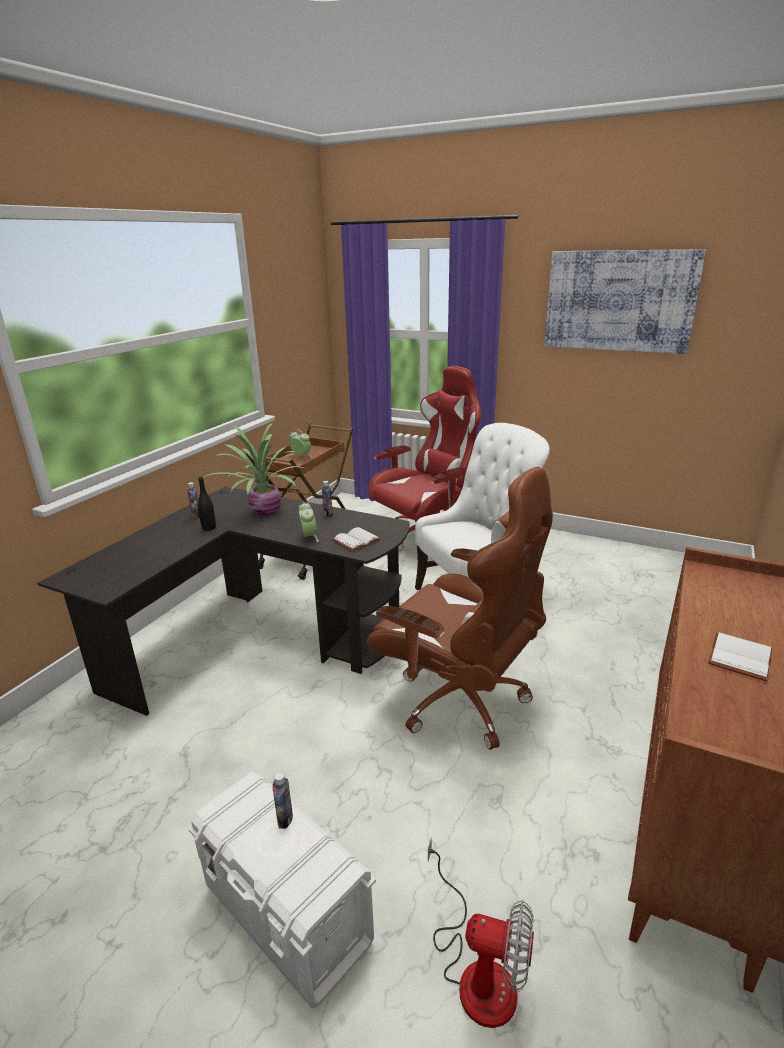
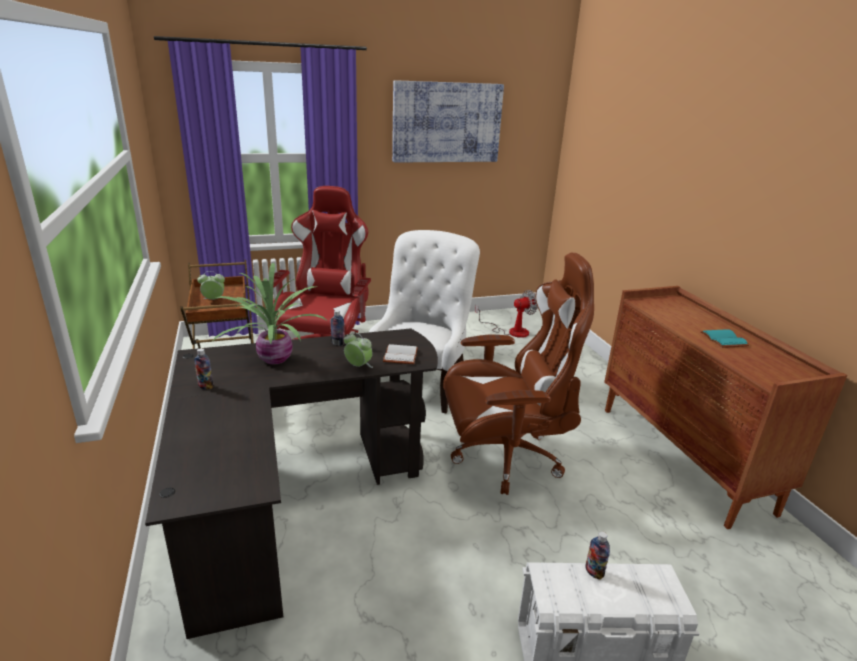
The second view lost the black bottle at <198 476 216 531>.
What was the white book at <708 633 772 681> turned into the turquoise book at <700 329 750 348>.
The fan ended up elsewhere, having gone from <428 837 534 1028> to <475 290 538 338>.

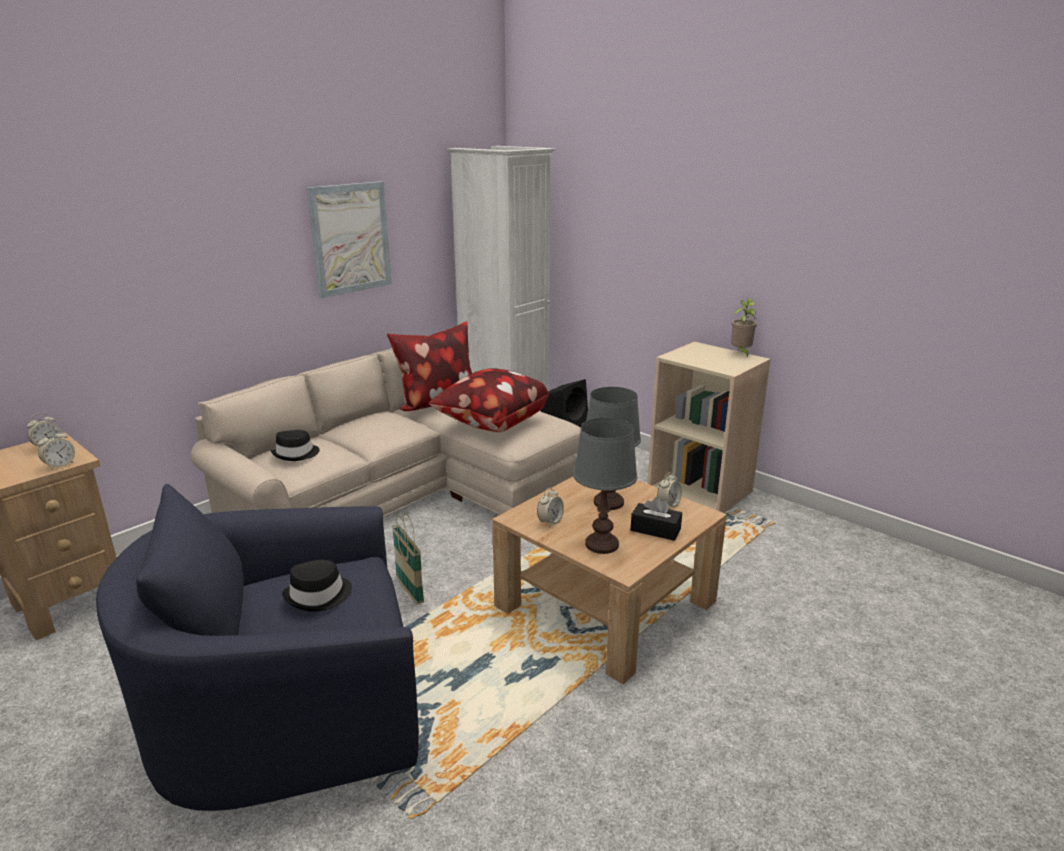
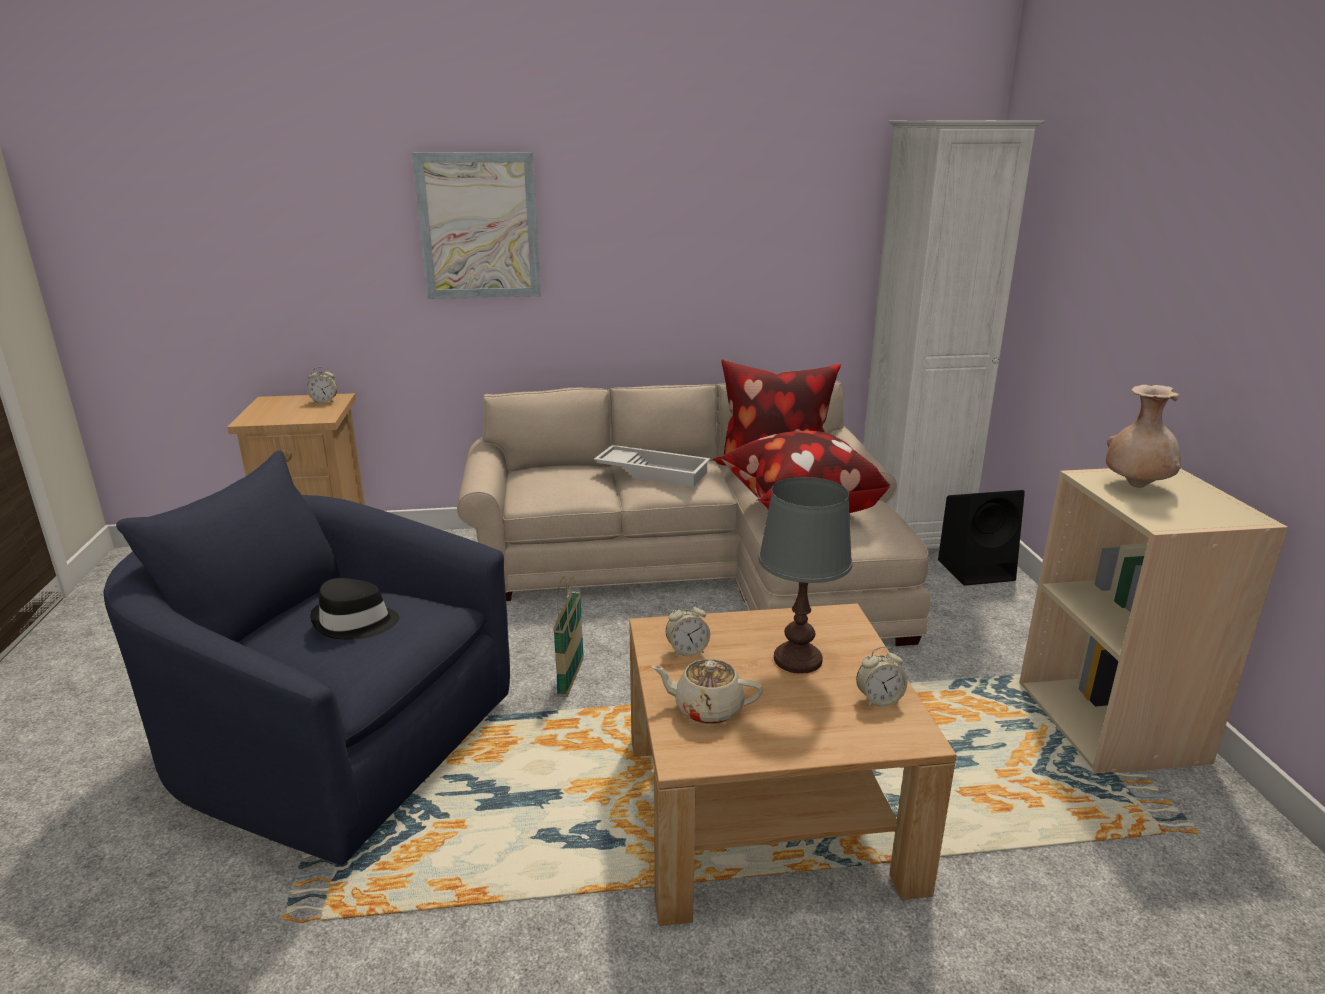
The picture ended up elsewhere, having gone from <307 181 392 298> to <412 152 541 299>.
The second view lost the potted plant at <731 298 758 357>.
Where the grey table lamp stood at <573 418 637 554>, the beige teapot came to stand at <651 659 763 724>.
The second view lost the alarm clock at <38 430 75 470>.
The second view lost the black hat at <271 430 320 461>.
The second view lost the black tissue box at <631 497 682 541>.
The second view gained the beige vase at <1106 385 1181 488>.
The second view gained the white tray at <594 445 710 487>.

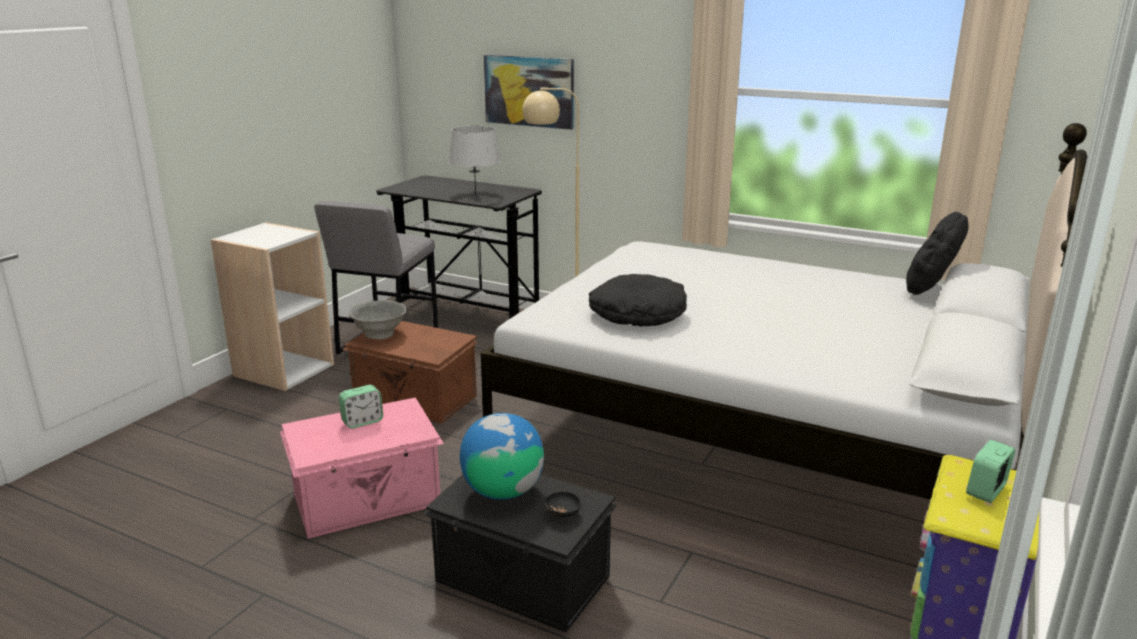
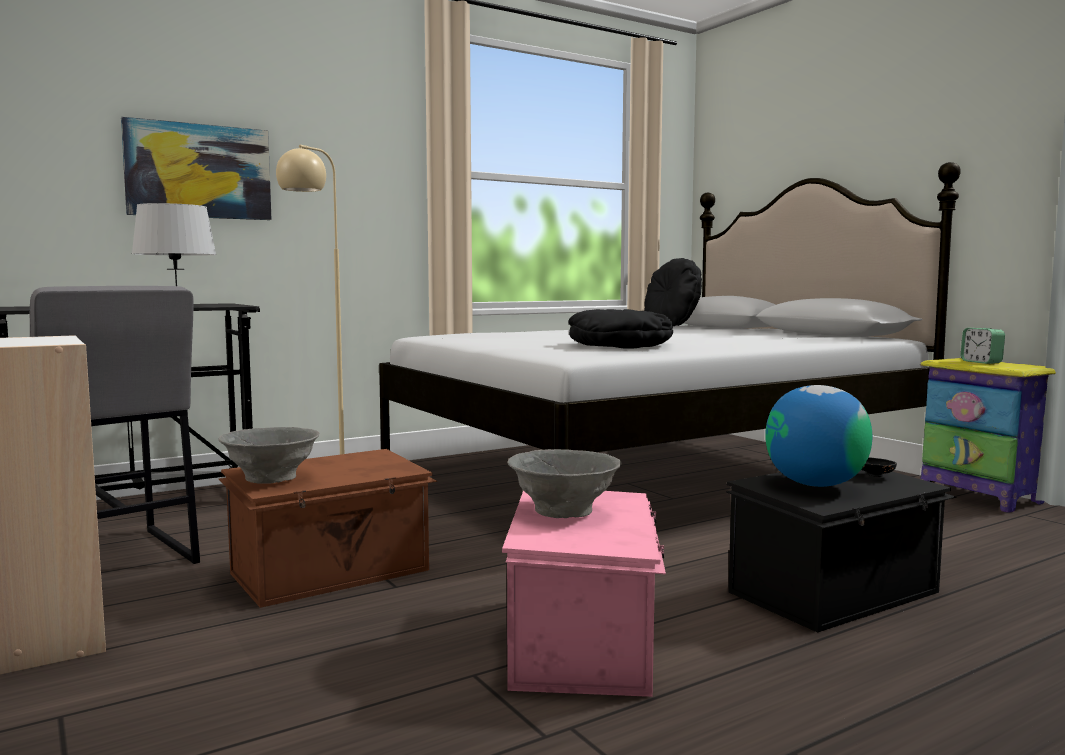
Where the alarm clock stood at <339 385 383 429>, the grey bowl came to stand at <507 449 622 518>.

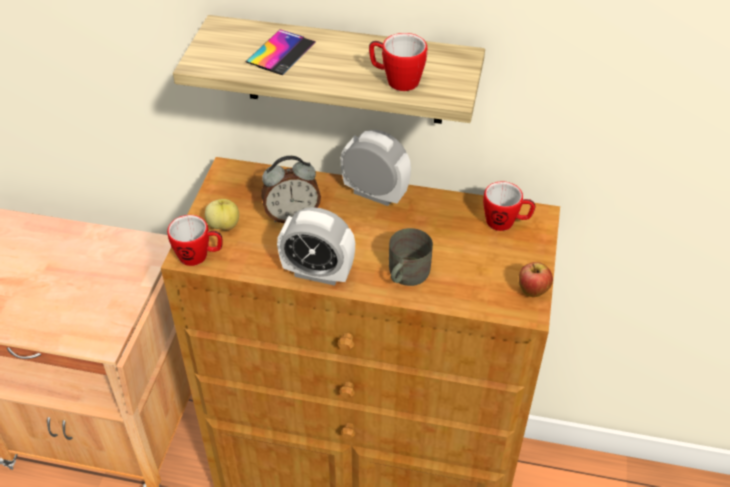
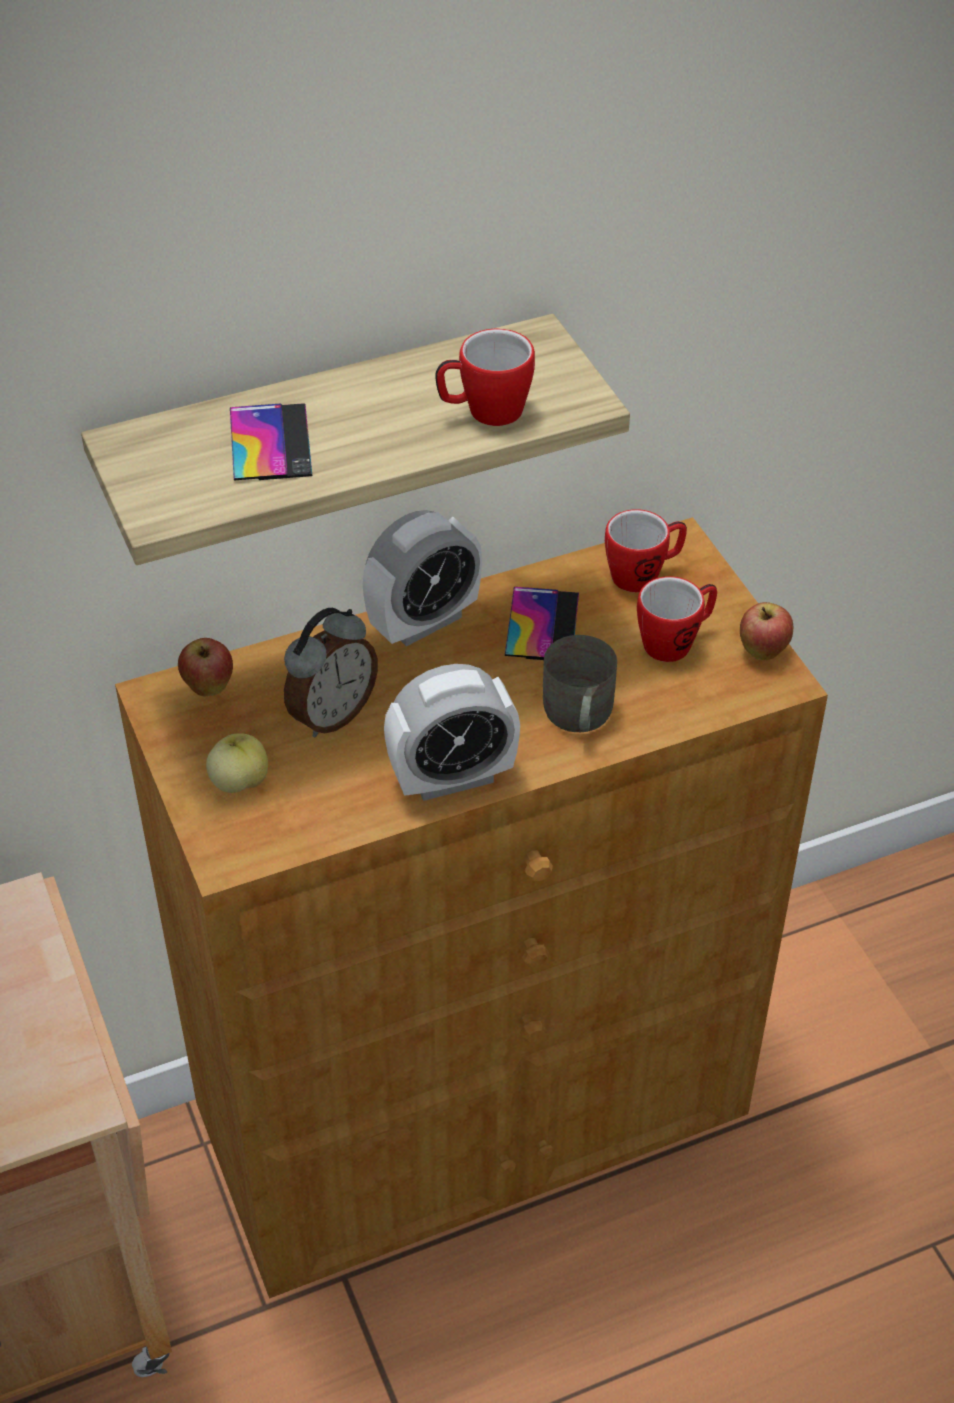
The alarm clock at <340 130 411 206> ended up facing another way, 150 degrees clockwise from before.
The mug ended up elsewhere, having gone from <167 215 223 266> to <637 576 717 662>.
The second view gained the phone at <505 587 579 660>.
The second view gained the apple at <178 638 233 696>.

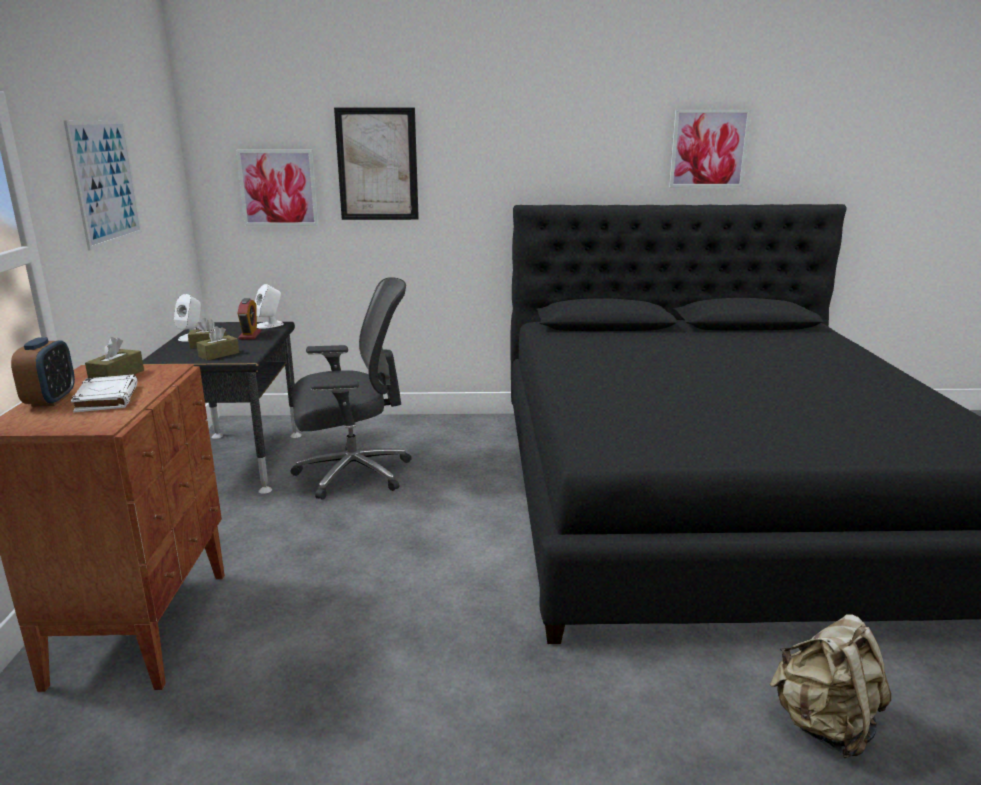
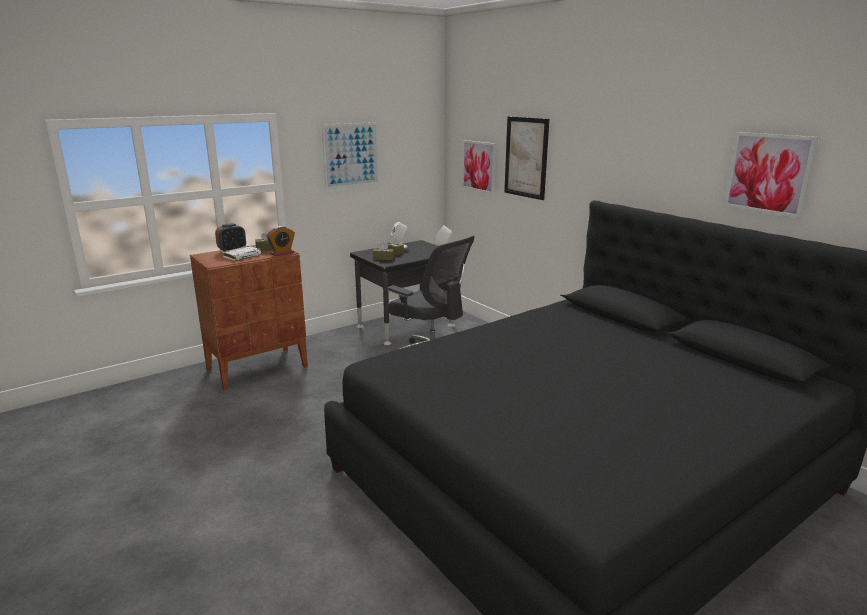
The alarm clock ended up elsewhere, having gone from <238 298 262 340> to <266 226 295 256>.
The second view lost the beige backpack at <769 614 891 758>.

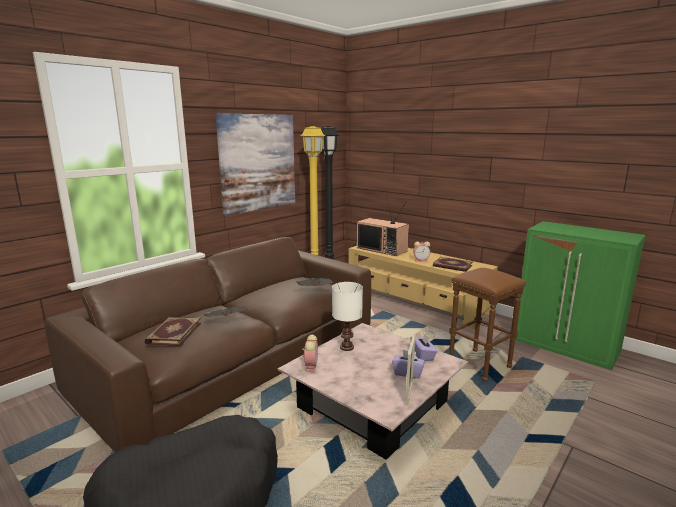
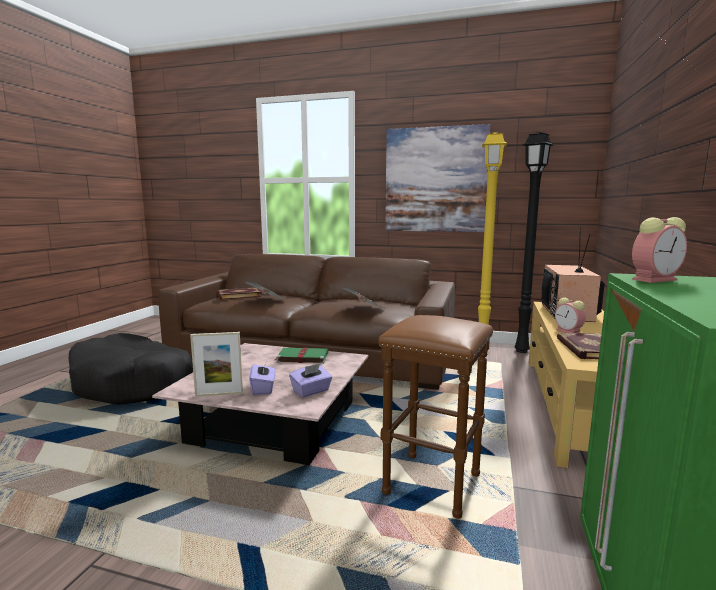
Where the white table lamp stood at <332 282 363 351>, the green book came to stand at <275 348 328 364>.
The alarm clock ended up elsewhere, having gone from <302 335 318 372> to <632 217 687 283>.

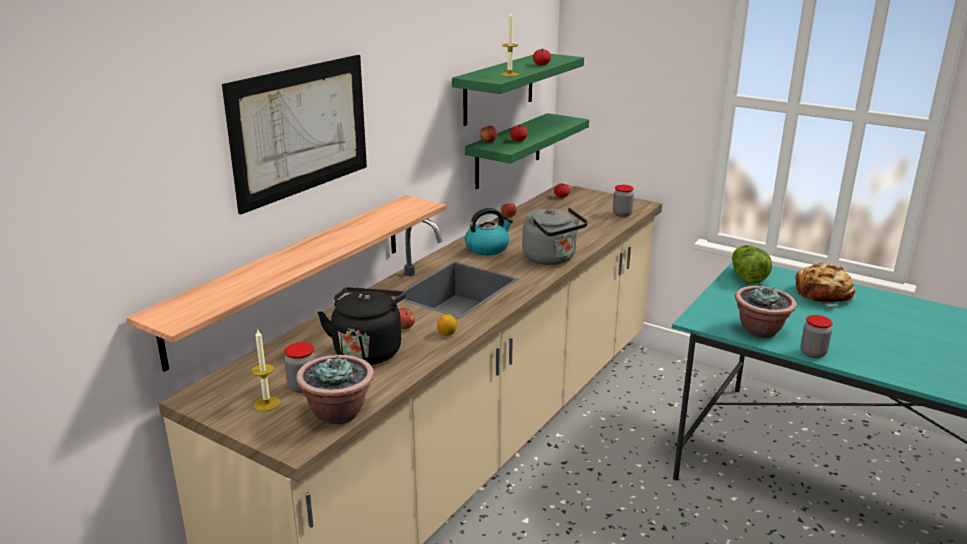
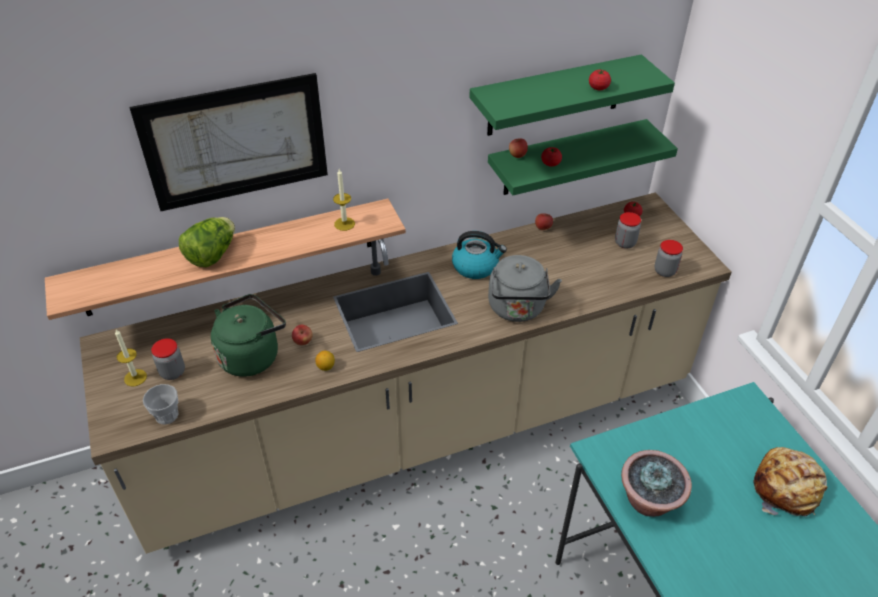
The candle ended up elsewhere, having gone from <500 12 519 77> to <333 169 355 231>.
The lettuce ended up elsewhere, having gone from <732 245 772 284> to <179 217 235 267>.
What was the black kettle at <318 287 406 365> turned into the green kettle at <211 294 286 377>.
The jar ended up elsewhere, having gone from <800 315 833 358> to <615 212 641 249>.
Where the potted plant stood at <296 355 374 424>, the cup came to stand at <143 384 179 424>.

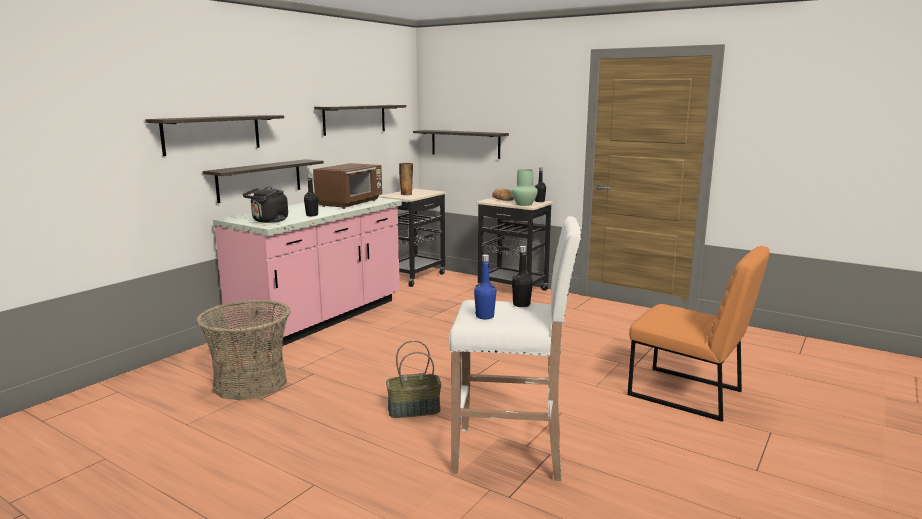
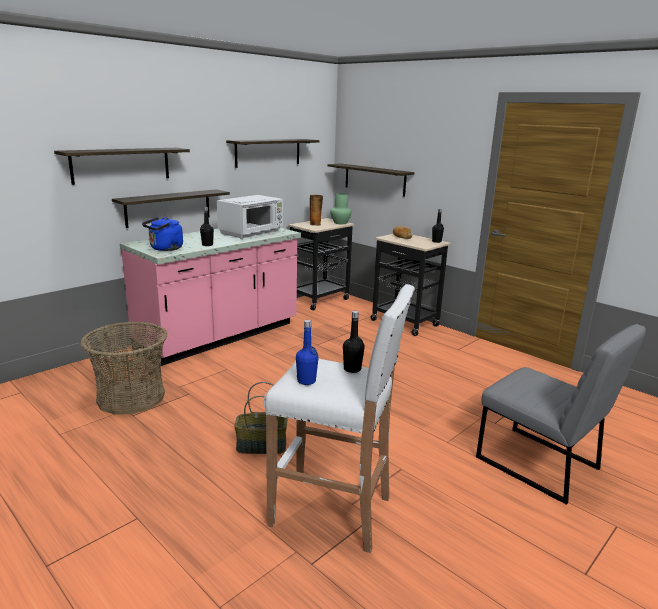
What was the brown microwave at <313 163 382 209> turned into the white microwave at <217 195 283 239>.
The green vase ended up elsewhere, having gone from <512 169 538 206> to <330 193 352 224>.
What was the black kettle at <243 187 288 223> turned into the blue kettle at <142 217 183 251>.
What was the orange chair at <627 246 770 422> turned into the grey chair at <476 324 646 505>.

